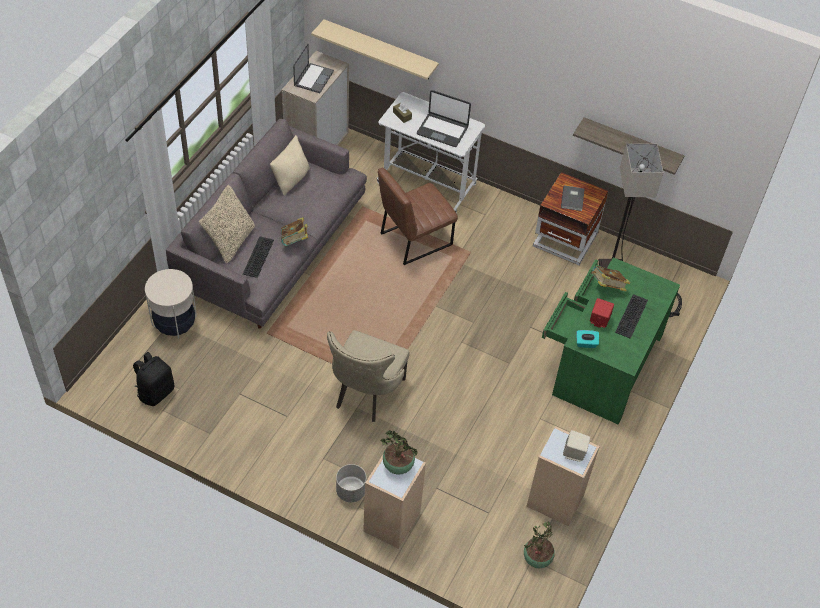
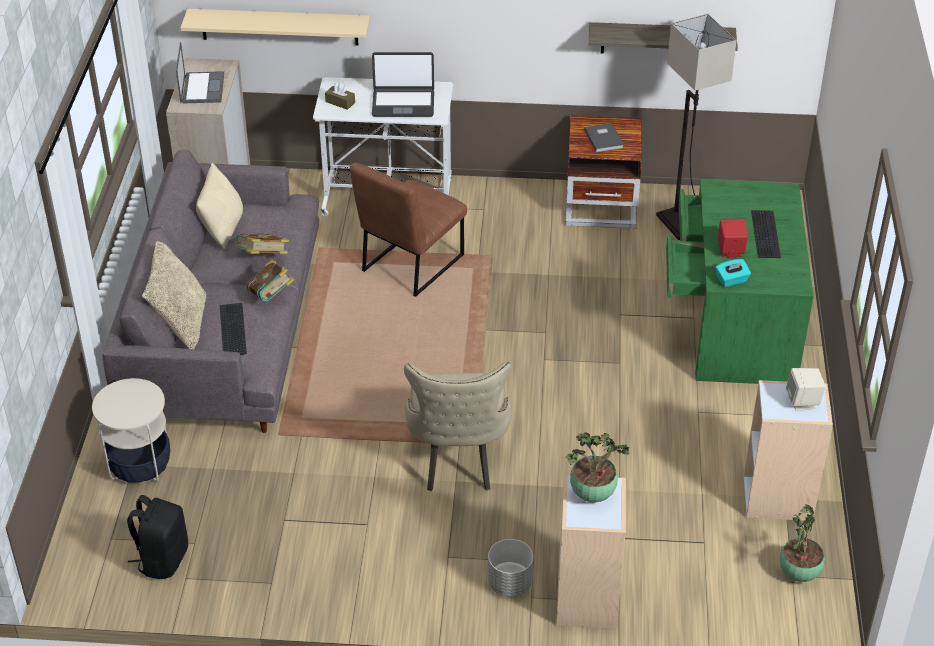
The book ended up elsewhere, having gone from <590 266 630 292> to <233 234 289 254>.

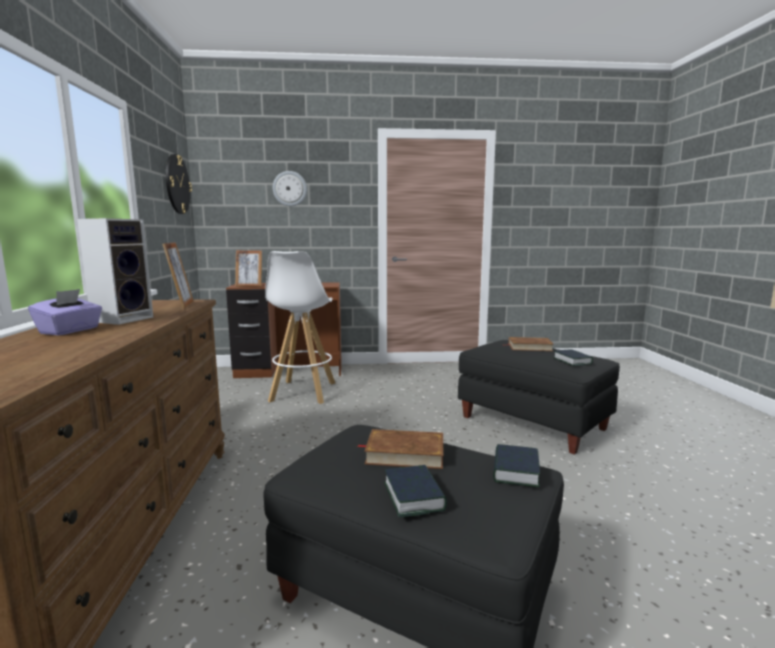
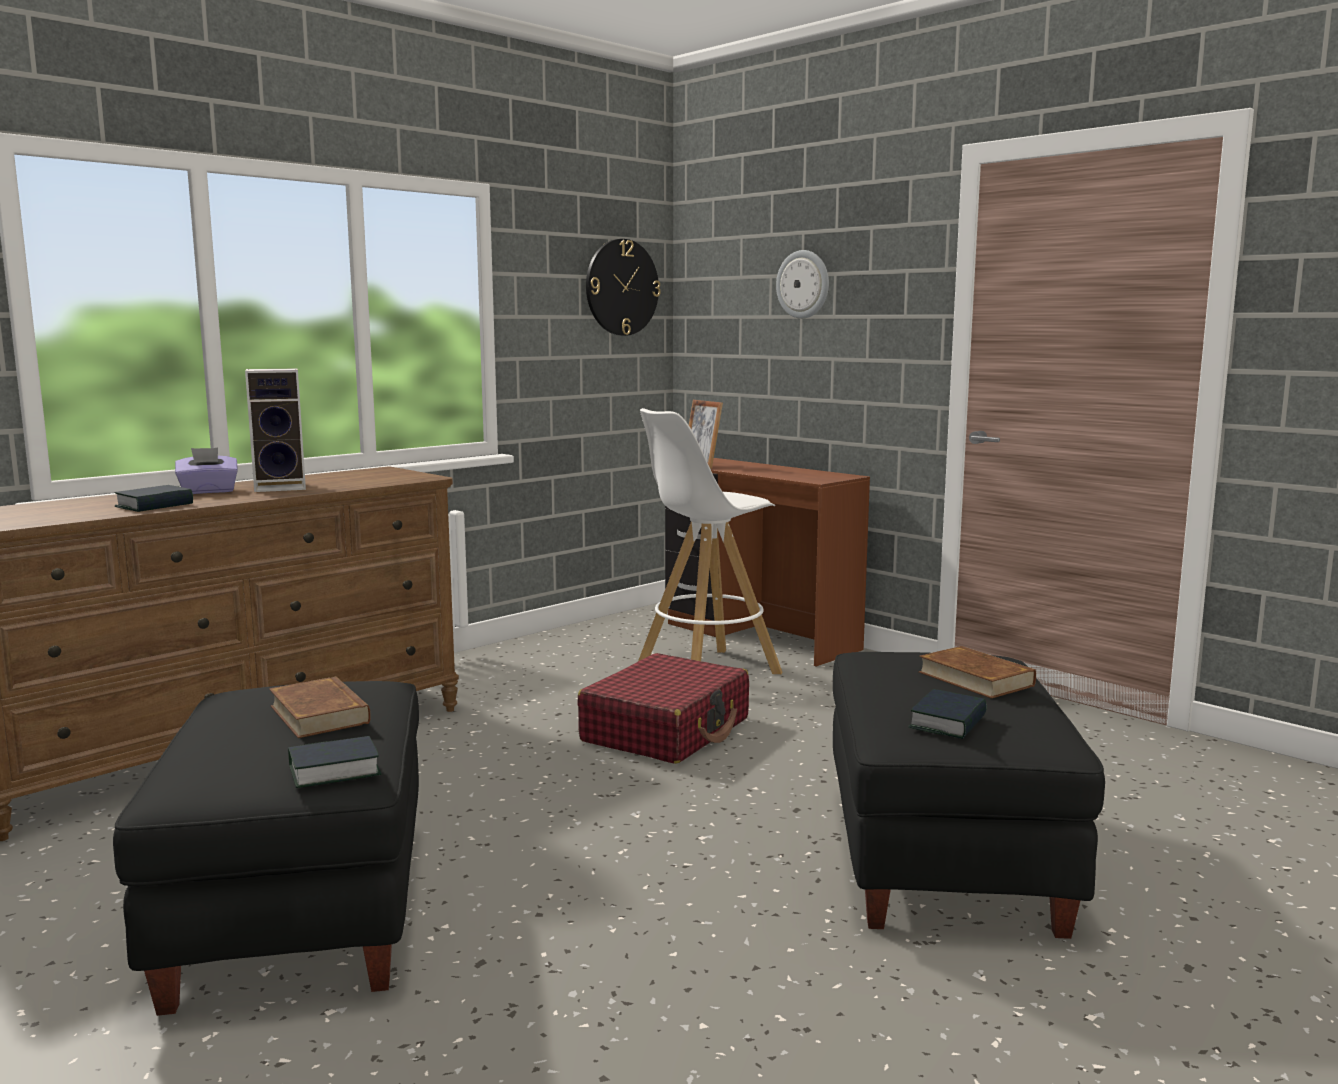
The second view lost the picture frame at <162 242 194 309>.
The book ended up elsewhere, having gone from <384 465 447 517> to <115 485 193 512>.
The second view gained the red suitcase at <577 653 749 764>.

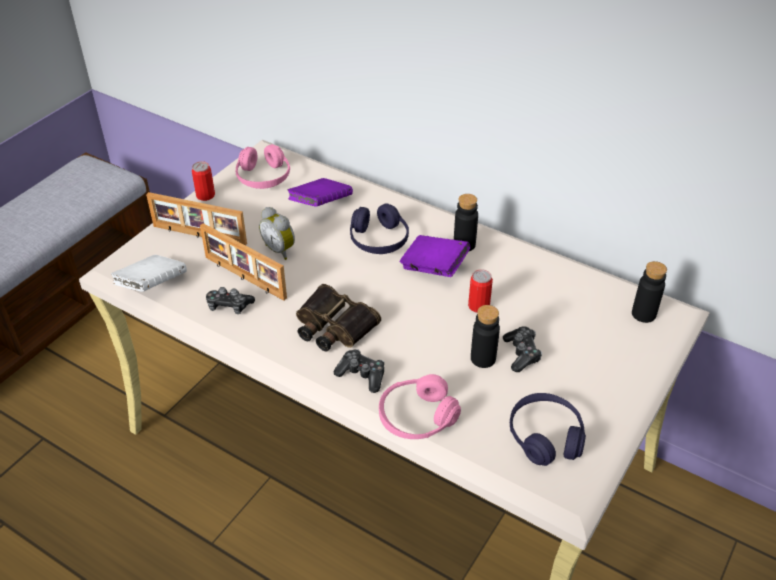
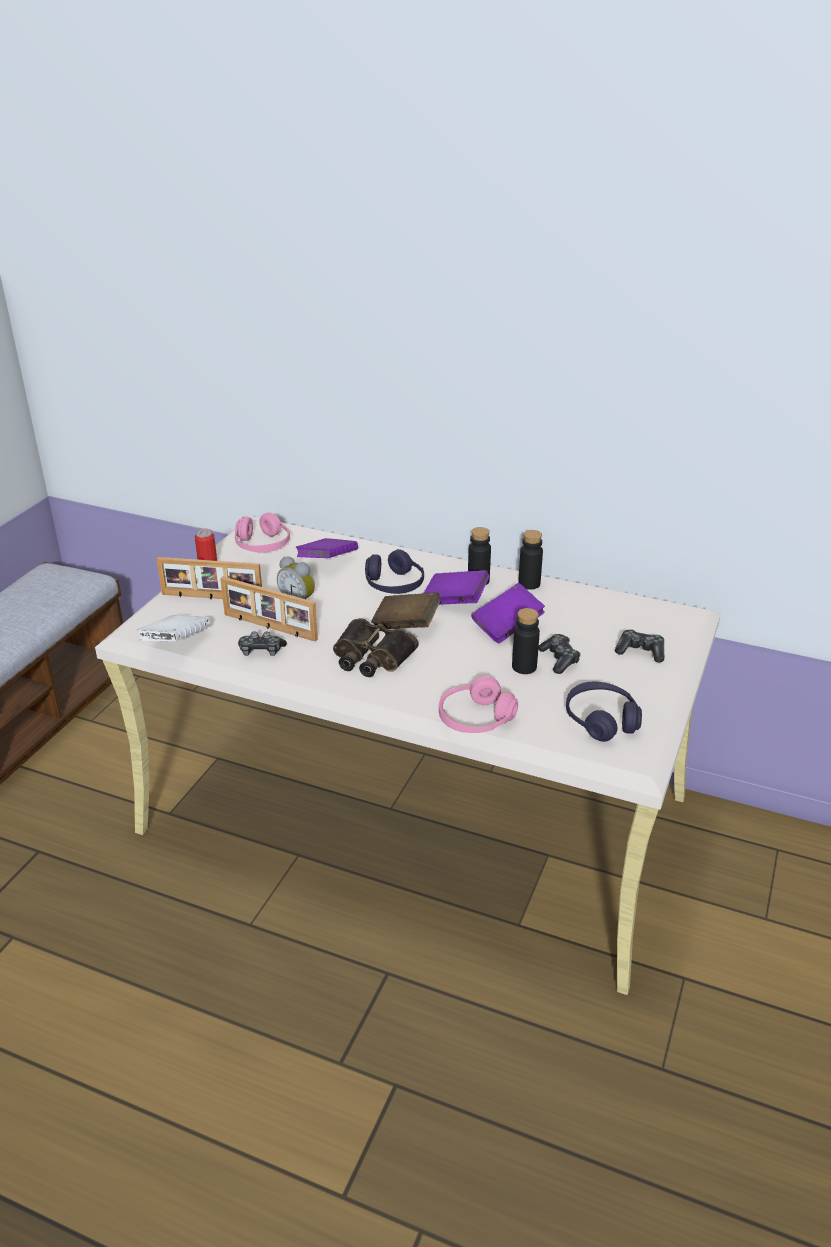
The black bottle ended up elsewhere, having gone from <632 261 667 323> to <518 530 543 590>.
Where the can stood at <468 269 493 313>, the purple book came to stand at <471 583 545 643>.
The game controller ended up elsewhere, having gone from <334 349 384 393> to <615 629 664 662>.
The second view gained the brown book at <371 592 441 629>.

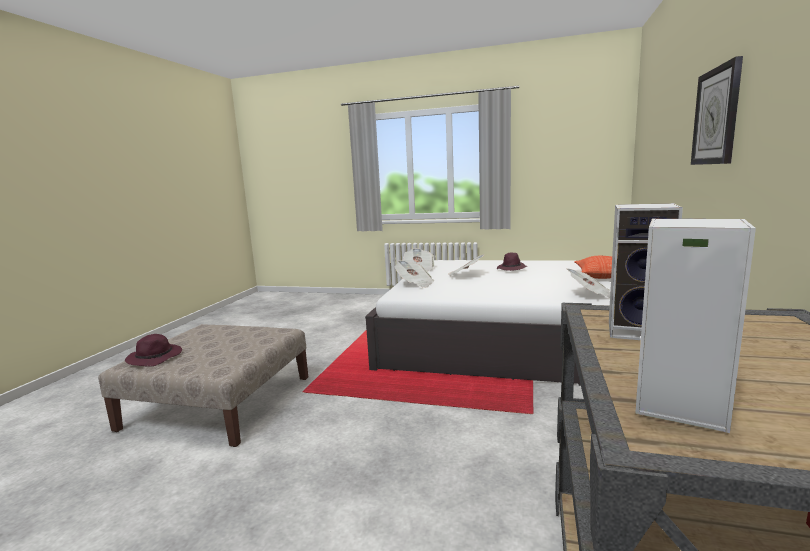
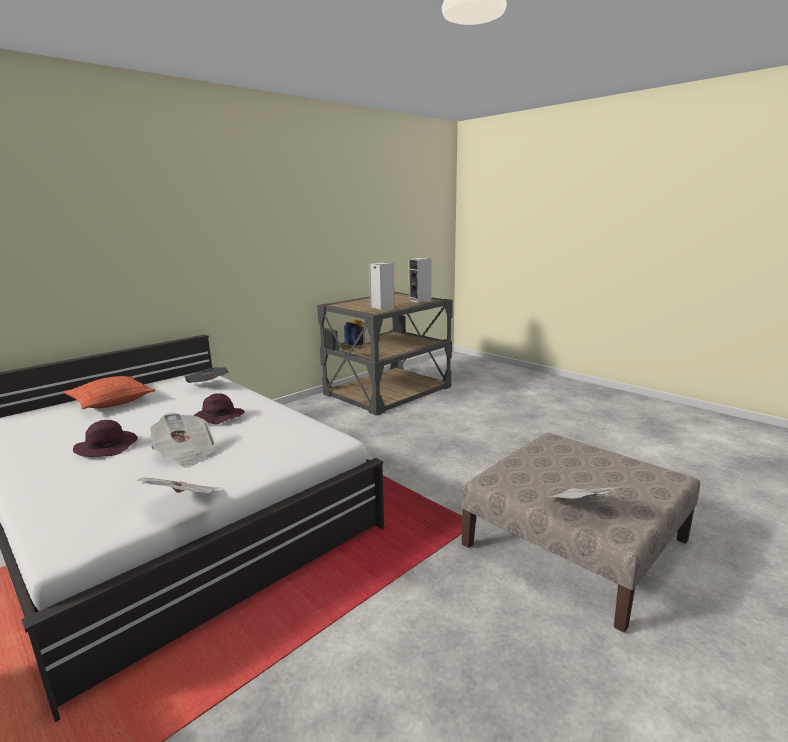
The second view lost the wall clock at <691 56 743 165>.
The newspaper ended up elsewhere, having gone from <395 260 434 288> to <548 487 619 499>.
The purple hat ended up elsewhere, having gone from <125 334 182 367> to <193 393 245 424>.

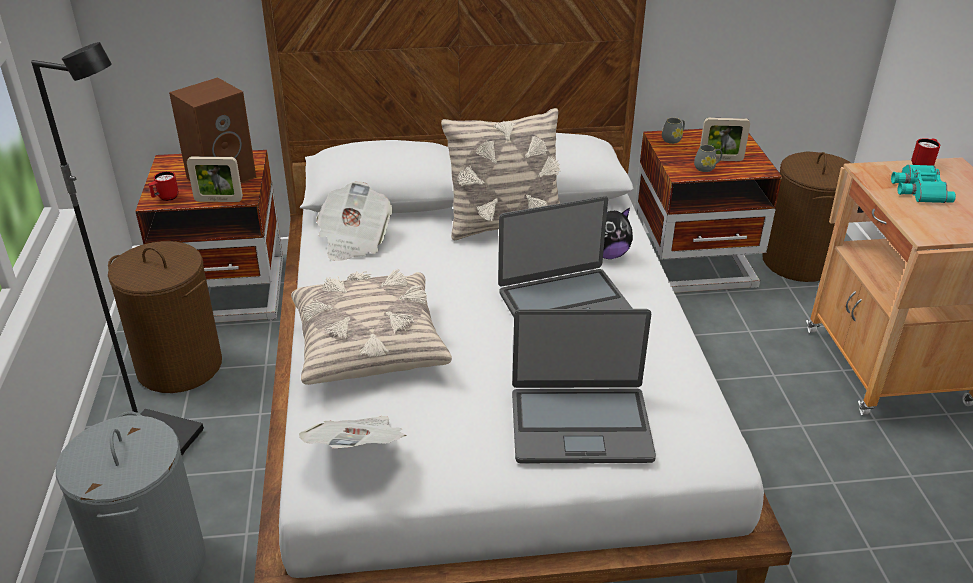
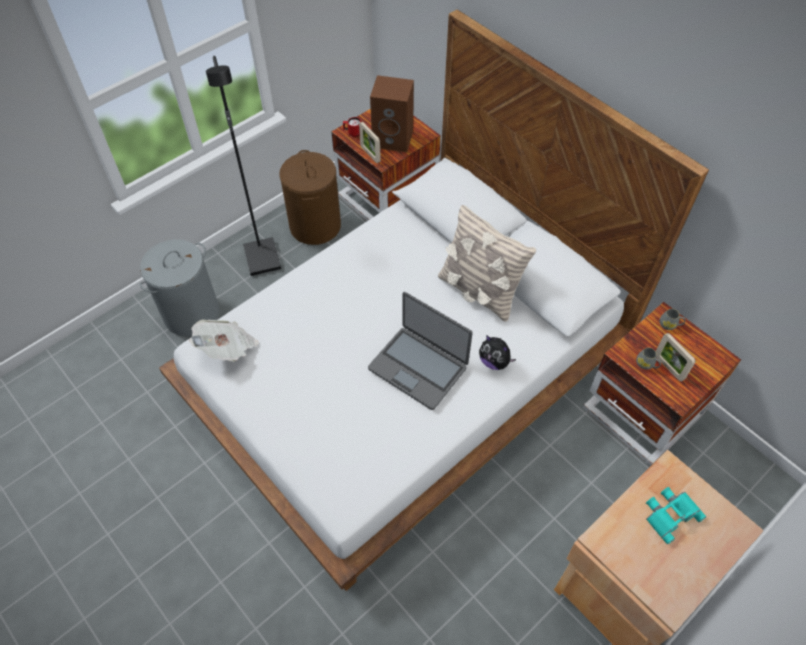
The second view lost the red mug at <911 138 940 166>.
The second view lost the brown laundry basket at <762 151 851 282>.
The second view lost the newspaper at <316 182 393 261>.
The second view lost the beige pillow at <291 269 452 385>.
The second view lost the laptop at <512 309 656 463>.

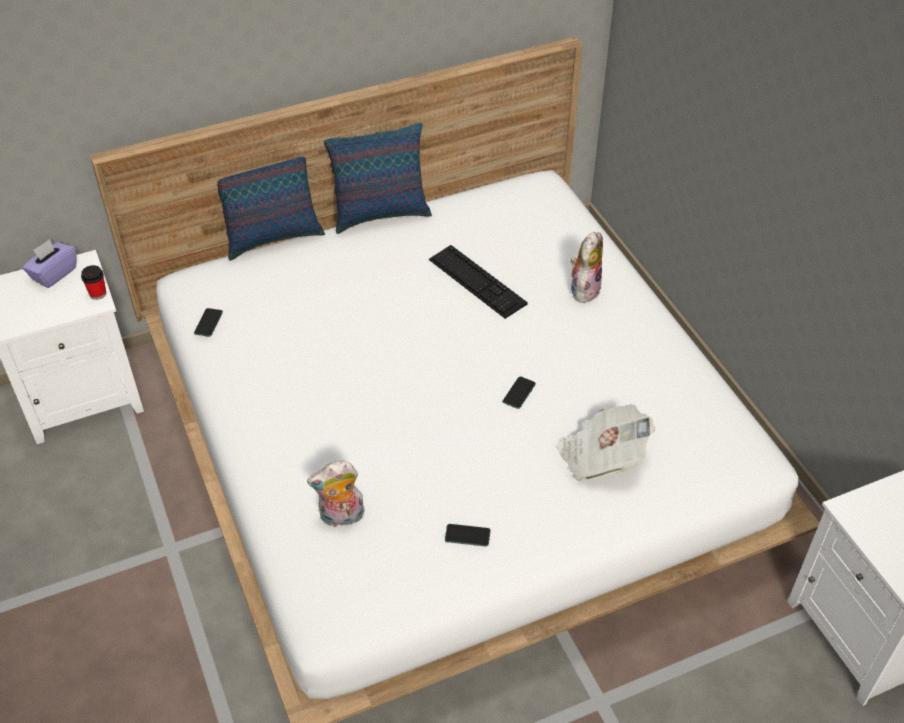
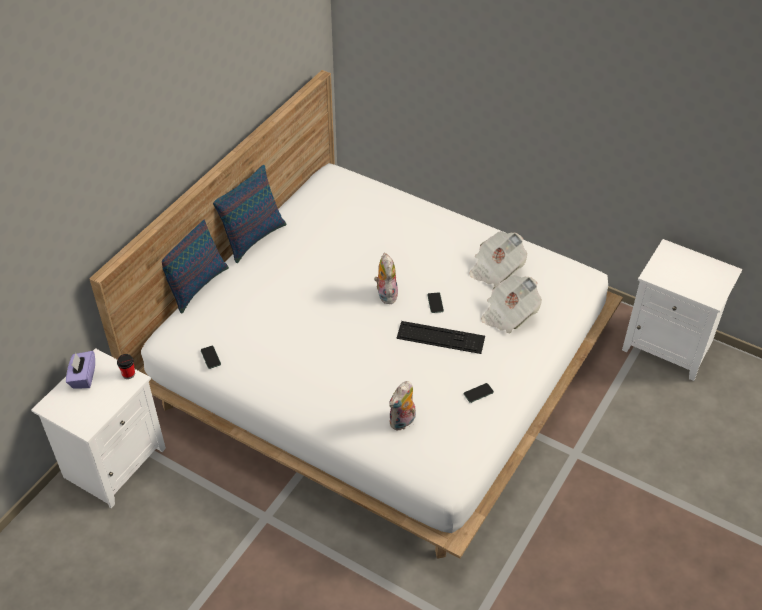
The plush toy ended up elsewhere, having gone from <571 232 603 303> to <374 253 398 304>.
The keyboard ended up elsewhere, having gone from <429 245 528 319> to <396 321 485 354>.
The second view gained the newspaper at <469 231 527 286>.

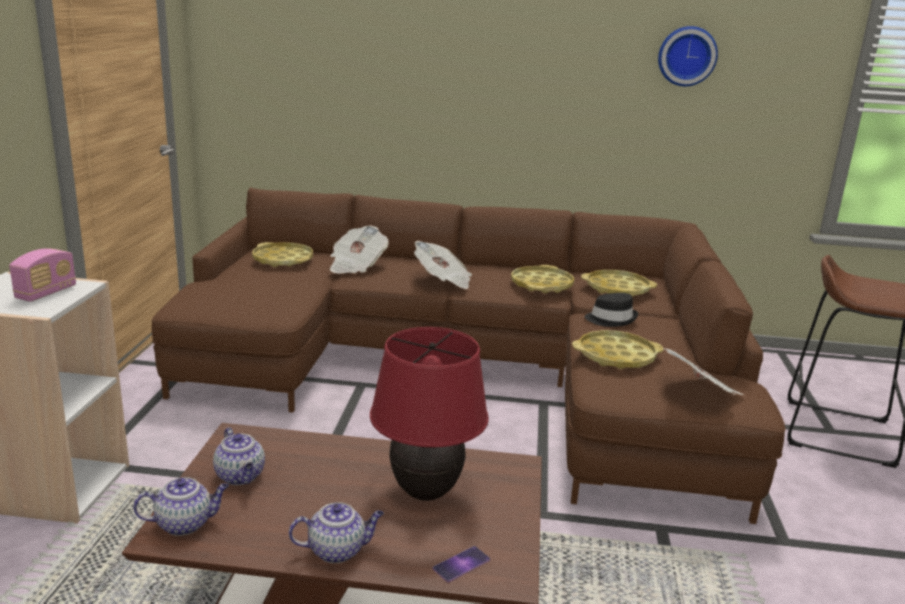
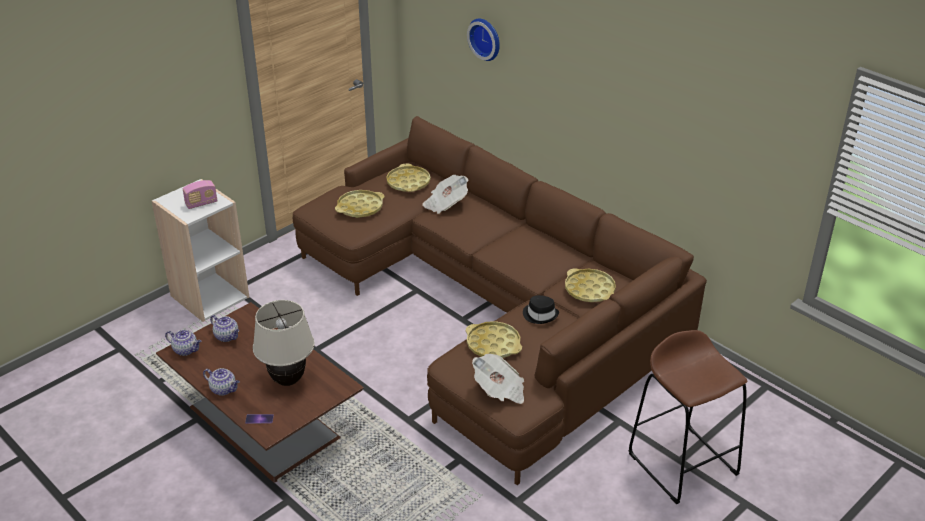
The wall clock ended up elsewhere, having gone from <658 26 718 86> to <467 19 500 61>.
The second view lost the newspaper at <414 241 472 289>.
The yellow tray ended up elsewhere, having gone from <511 265 574 293> to <335 190 385 218>.
What was the red table lamp at <370 327 489 501> turned into the beige table lamp at <253 300 315 386>.
The teapot at <213 427 265 485> ended up facing another way, 60 degrees counterclockwise from before.

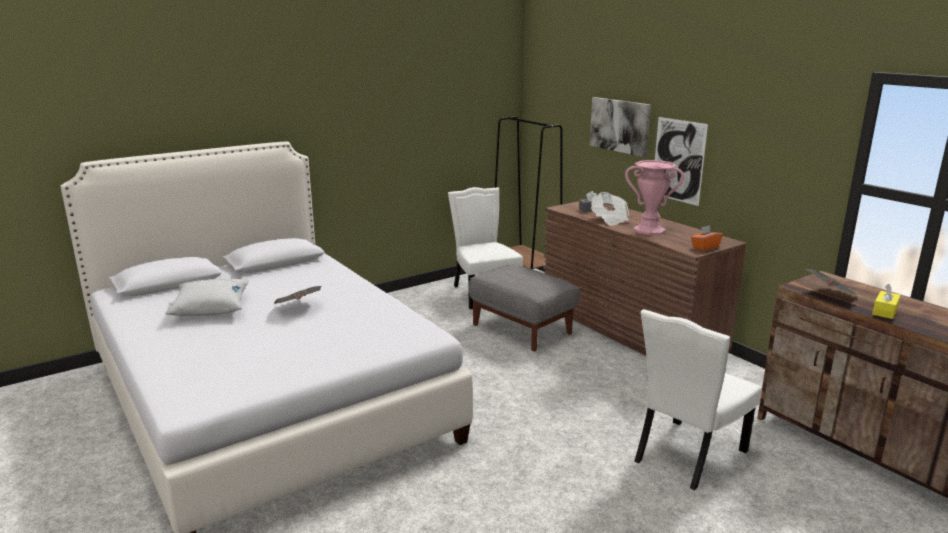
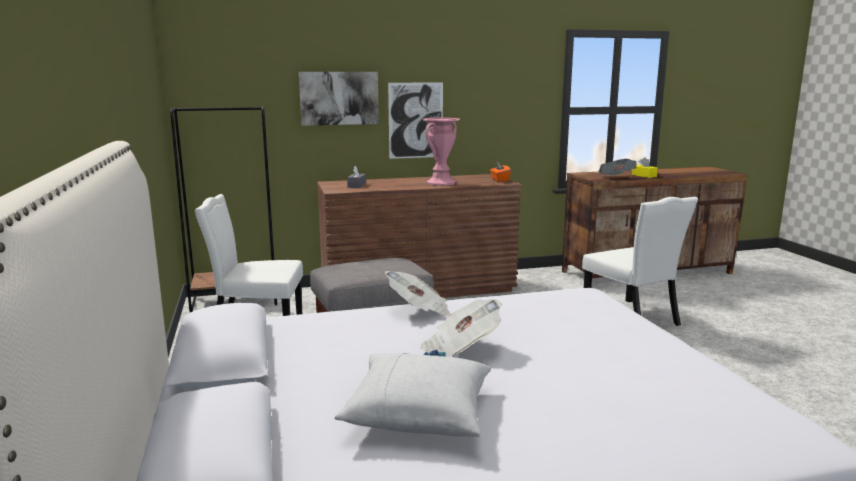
The newspaper ended up elsewhere, having gone from <591 192 629 226> to <385 271 451 316>.

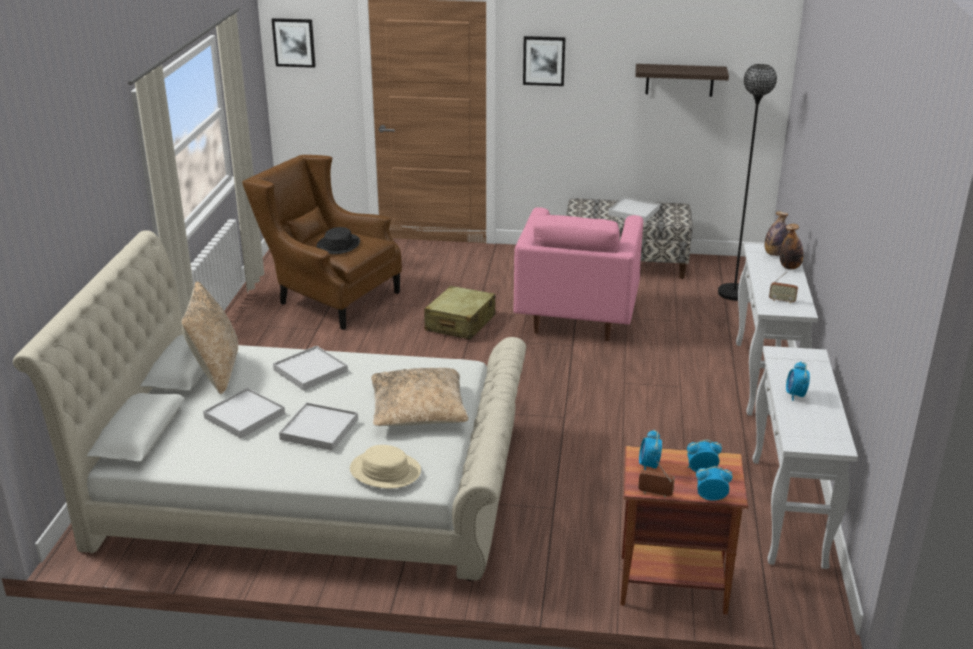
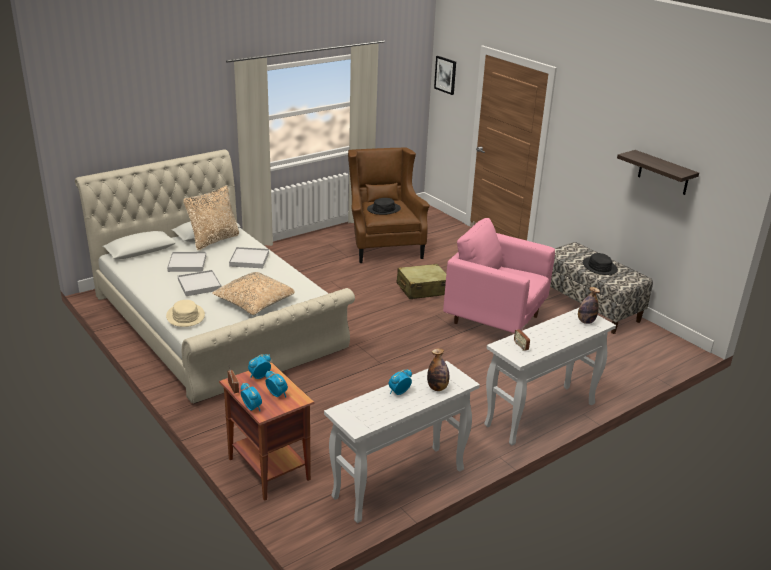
The second view lost the picture at <523 36 566 86>.
The second view lost the black floor lamp at <718 64 777 301>.
Where the white tray stood at <608 197 660 223>, the black hat came to stand at <583 253 618 275>.
The pink armchair at <513 207 643 341> ended up facing another way, 60 degrees clockwise from before.
The bottle ended up elsewhere, having gone from <780 224 803 269> to <427 348 449 391>.

